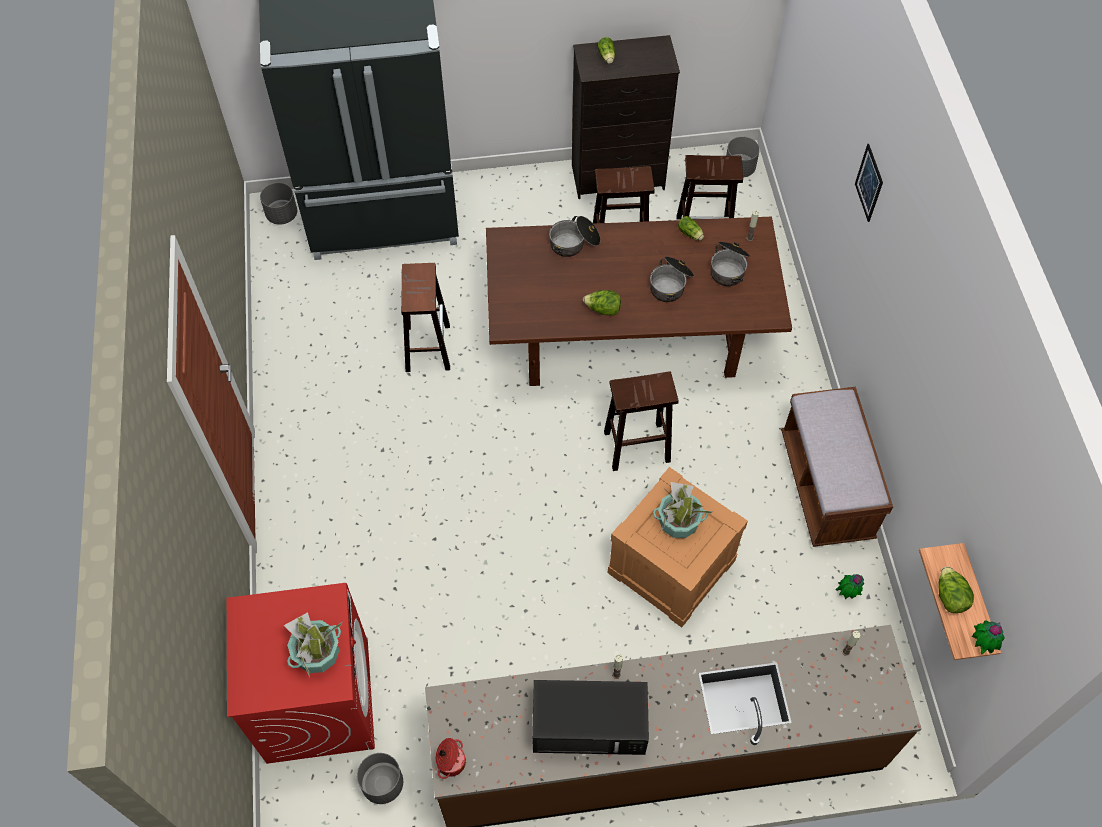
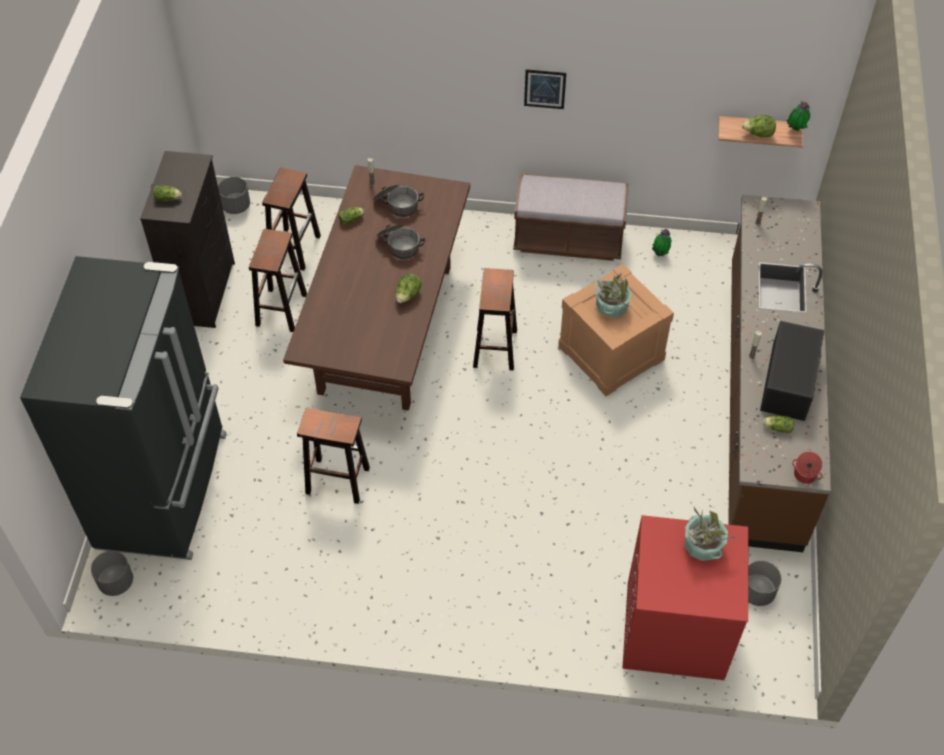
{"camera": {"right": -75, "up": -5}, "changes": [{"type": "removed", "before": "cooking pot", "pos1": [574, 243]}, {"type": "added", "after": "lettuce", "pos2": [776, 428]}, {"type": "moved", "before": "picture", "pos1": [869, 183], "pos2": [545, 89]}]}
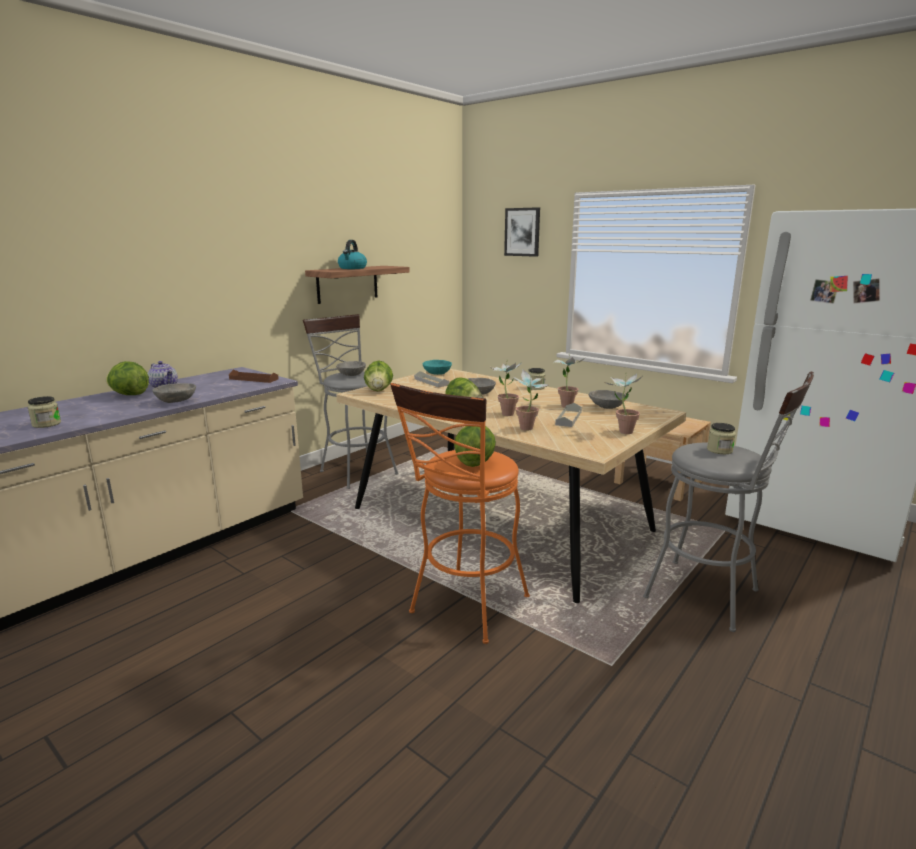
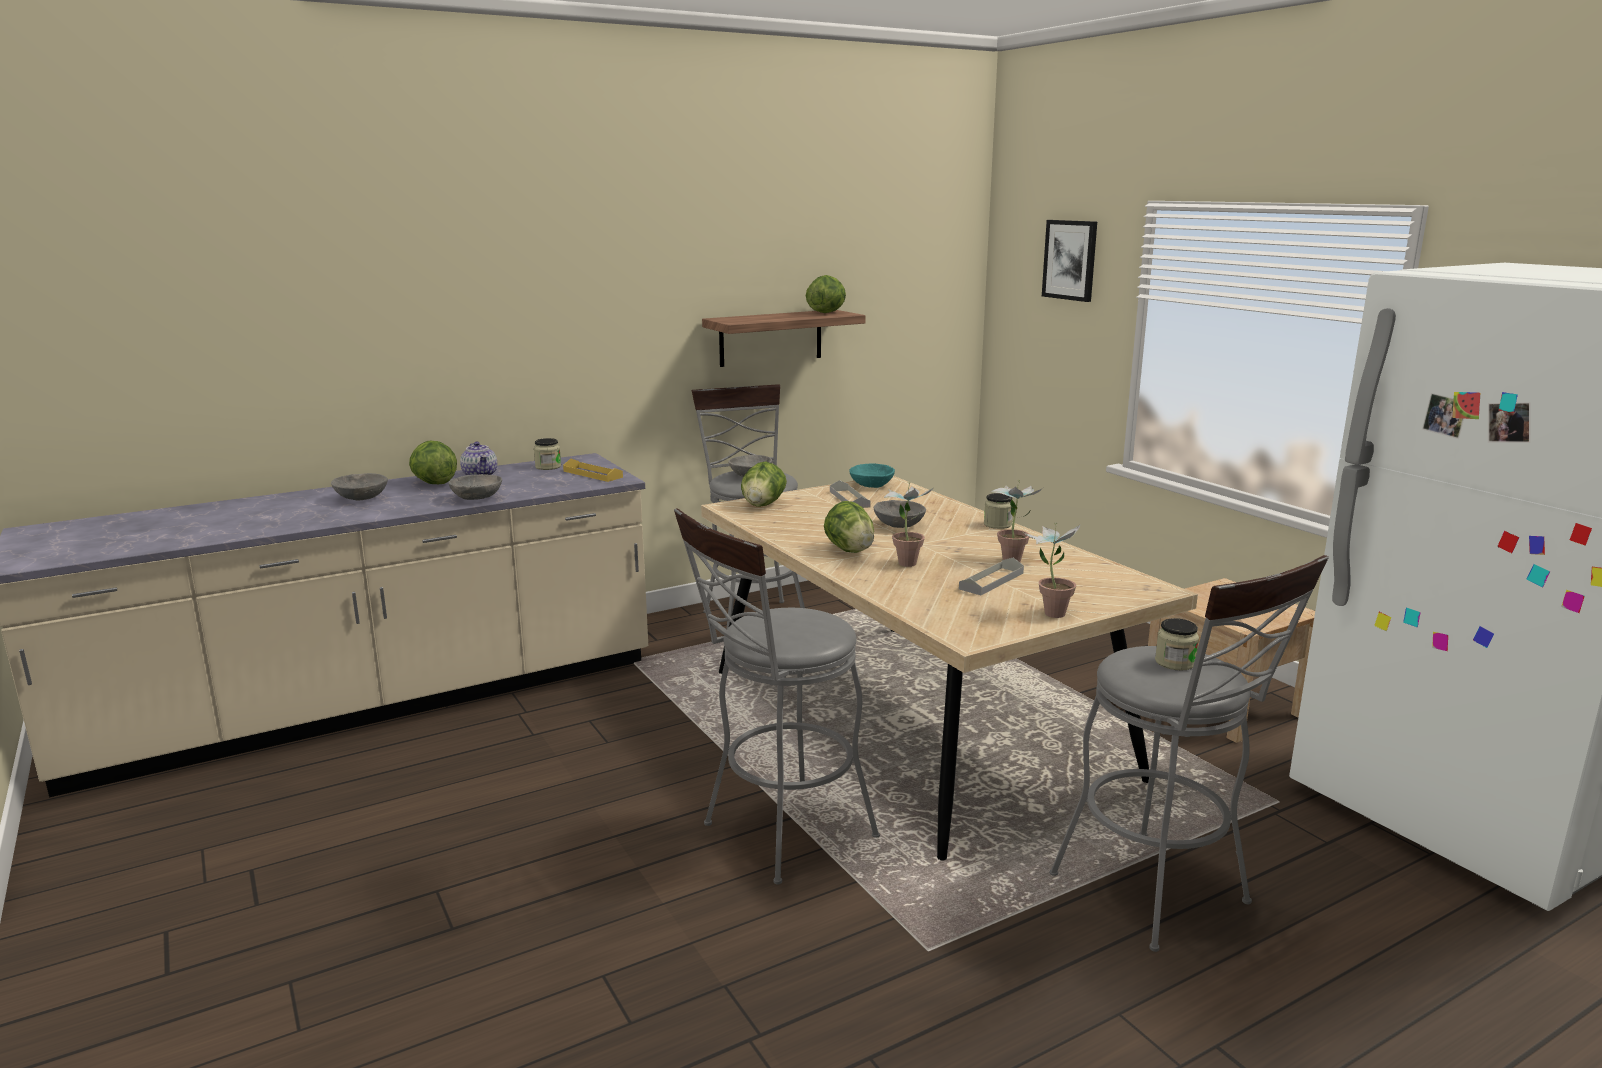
{"camera": {"right": 20, "up": 0}, "changes": [{"type": "removed", "before": "kettle", "pos1": [352, 268]}, {"type": "removed", "before": "potted plant", "pos1": [528, 430]}, {"type": "moved", "before": "jar", "pos1": [46, 424], "pos2": [548, 467]}, {"type": "moved", "before": "lettuce", "pos1": [474, 462], "pos2": [826, 312]}, {"type": "moved", "before": "grey bowl", "pos1": [605, 407], "pos2": [360, 498]}, {"type": "recoloured", "before": "brown tray", "after": "yellow tray", "pos1": [253, 379], "pos2": [593, 474]}, {"type": "recoloured", "before": "orange stool", "after": "grey stool", "pos1": [465, 609], "pos2": [779, 835]}]}
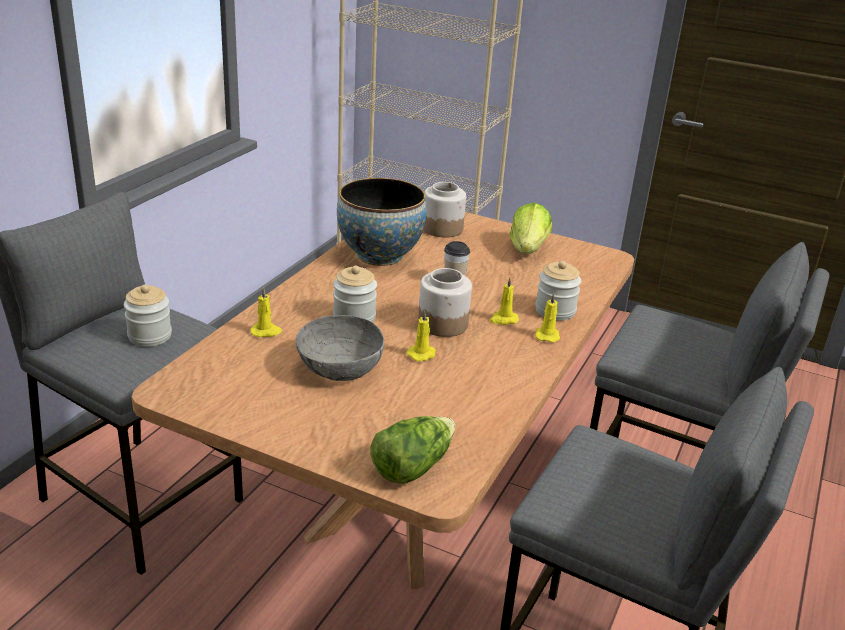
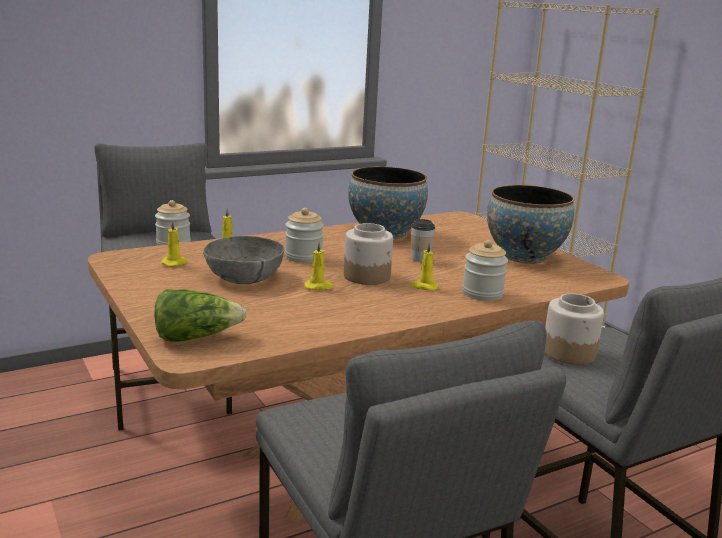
{"camera": {"right": 35, "up": -10}, "changes": [{"type": "moved", "before": "jar", "pos1": [442, 228], "pos2": [569, 352]}, {"type": "moved", "before": "yellow candle", "pos1": [547, 335], "pos2": [175, 263]}, {"type": "replaced", "before": "lettuce", "after": "bowl", "pos1": [528, 249], "pos2": [524, 256]}]}
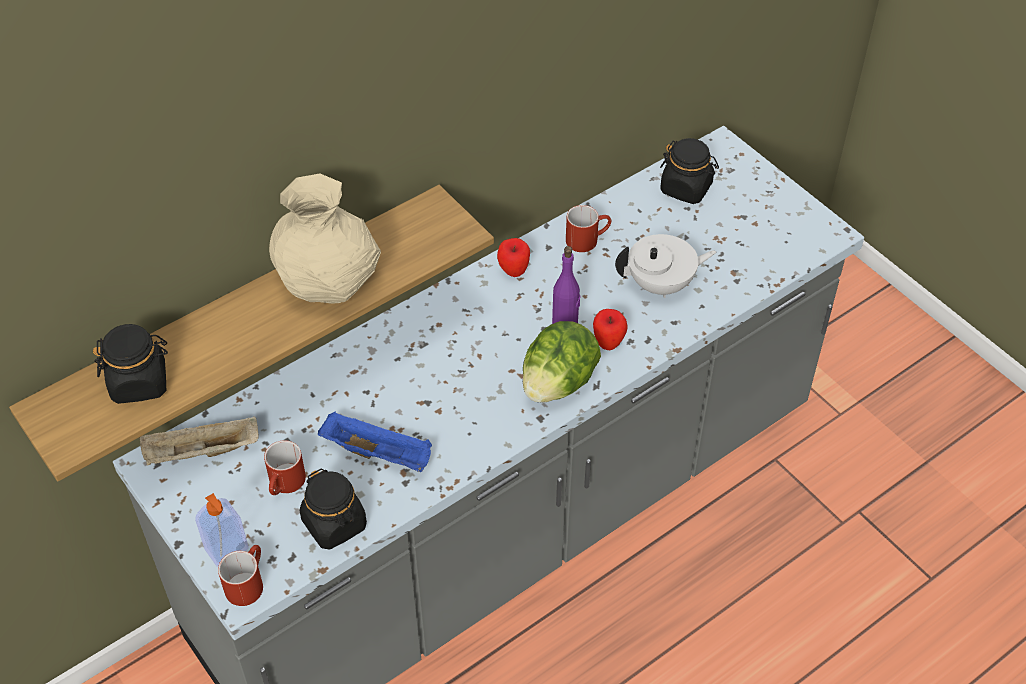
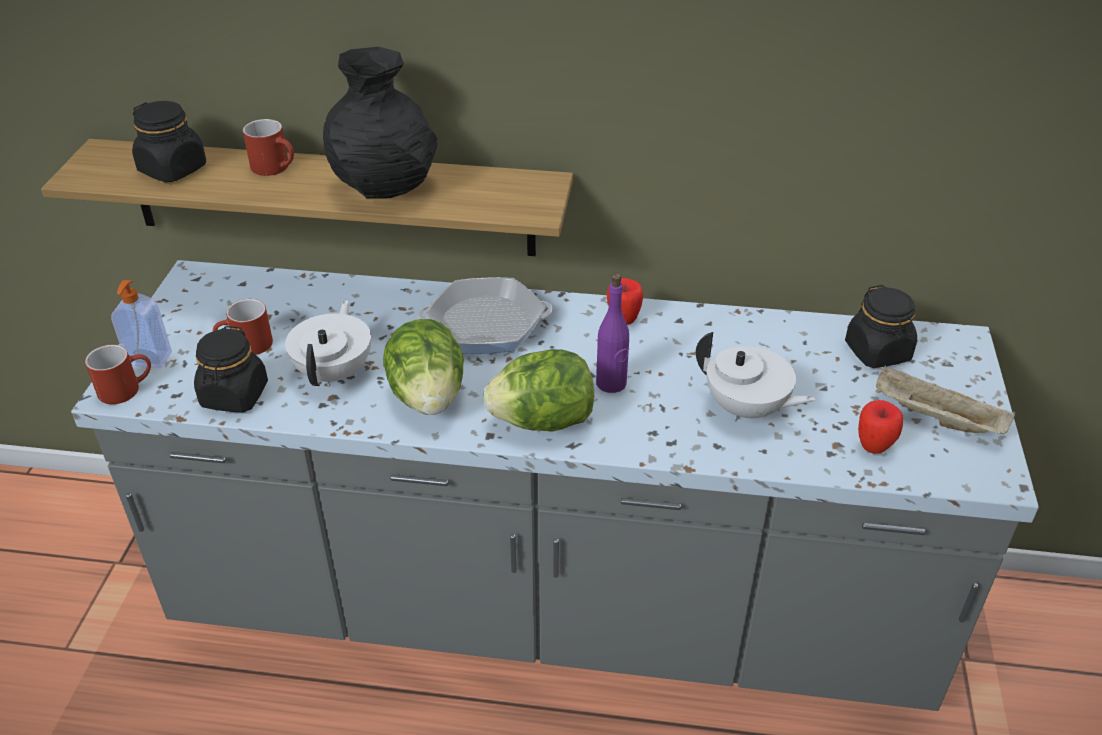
{"camera": {"right": 45, "up": -10}, "changes": [{"type": "added", "after": "lettuce", "pos2": [428, 396]}, {"type": "added", "after": "frying pan", "pos2": [486, 324]}, {"type": "moved", "before": "beige tray", "pos1": [201, 453], "pos2": [934, 418]}, {"type": "moved", "before": "red mug", "pos1": [587, 239], "pos2": [276, 168]}, {"type": "moved", "before": "apple", "pos1": [608, 343], "pos2": [874, 446]}, {"type": "replaced", "before": "blue tray", "after": "white teapot", "pos1": [379, 453], "pos2": [335, 372]}, {"type": "recoloured", "before": "beige vase", "after": "black vase", "pos1": [329, 284], "pos2": [385, 186]}]}
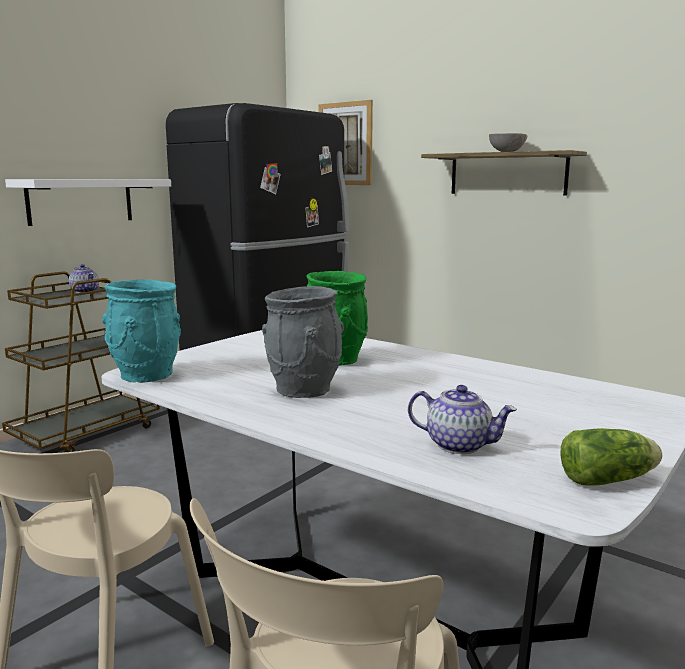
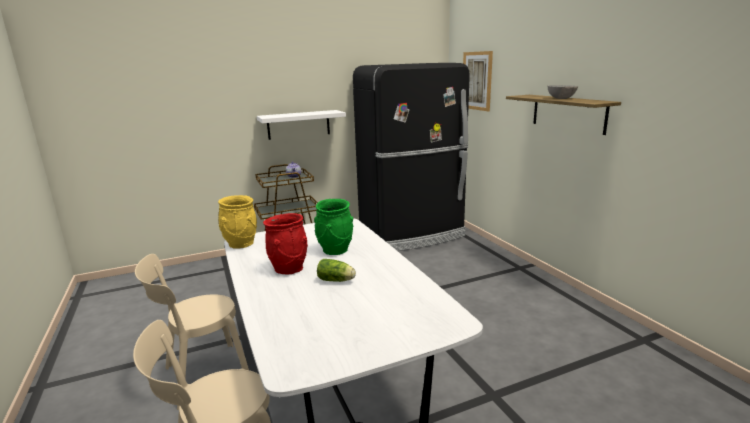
{"camera": {"right": 30, "up": 5}, "changes": [{"type": "removed", "before": "teapot", "pos1": [459, 445]}, {"type": "moved", "before": "lettuce", "pos1": [610, 480], "pos2": [337, 280]}, {"type": "recoloured", "before": "turquoise vase", "after": "yellow vase", "pos1": [145, 376], "pos2": [240, 244]}, {"type": "recoloured", "before": "grey vase", "after": "red vase", "pos1": [304, 390], "pos2": [289, 268]}]}
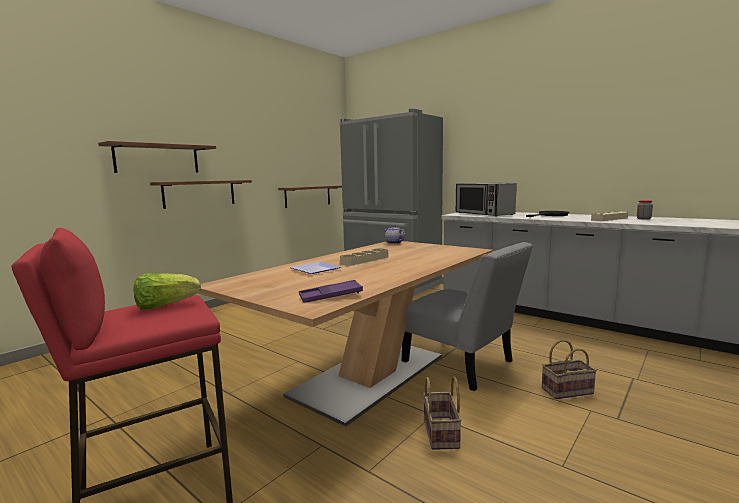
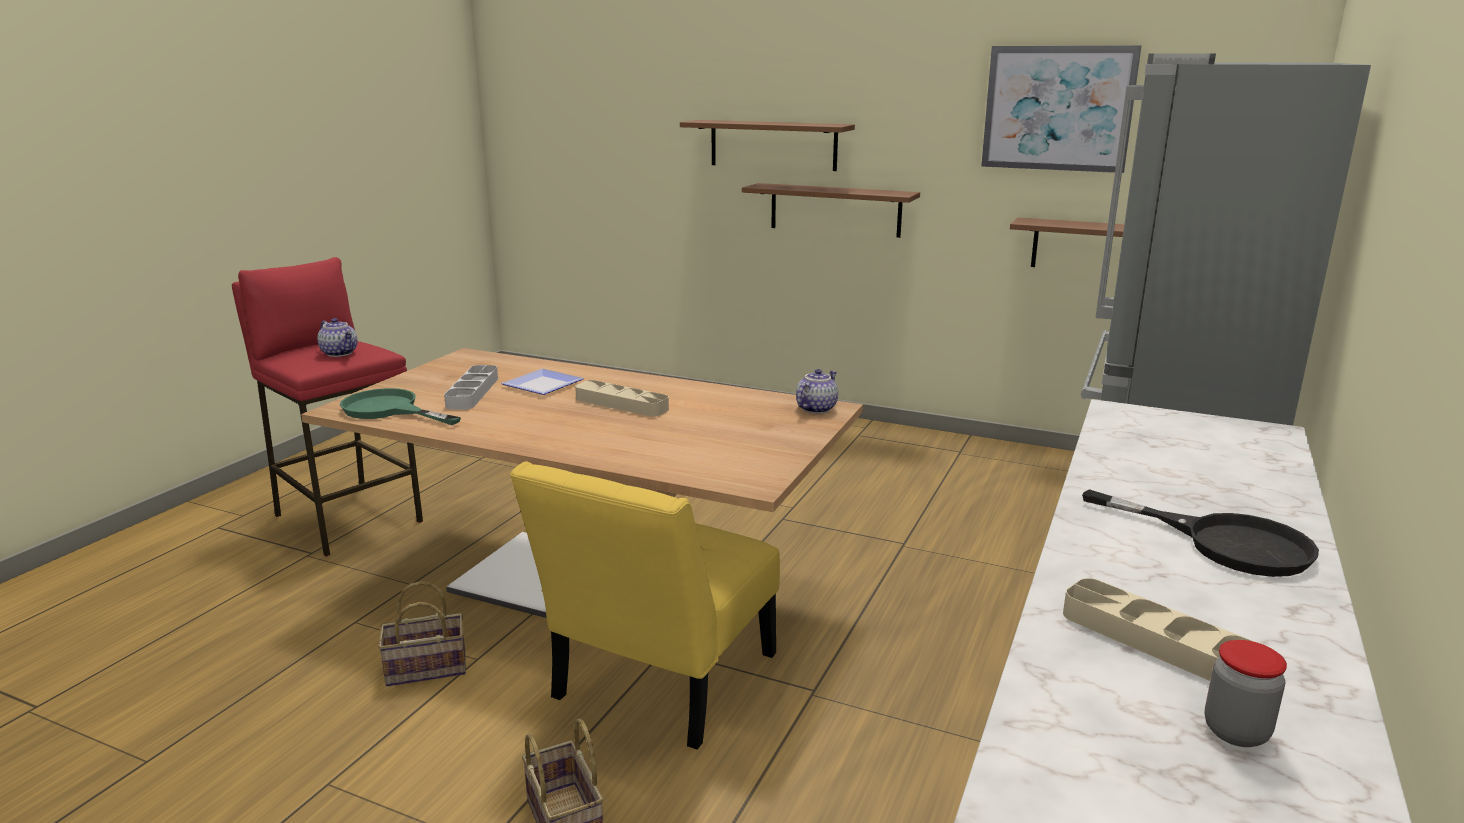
{"camera": {"right": 75, "up": 10}, "changes": [{"type": "removed", "before": "microwave", "pos1": [484, 214]}, {"type": "added", "after": "grey tray", "pos2": [472, 392]}, {"type": "added", "after": "picture", "pos2": [1057, 108]}, {"type": "replaced", "before": "lettuce", "after": "teapot", "pos1": [165, 306], "pos2": [340, 353]}, {"type": "replaced", "before": "purple tray", "after": "green frying pan", "pos1": [330, 296], "pos2": [389, 410]}, {"type": "recoloured", "before": "grey chair", "after": "yellow chair", "pos1": [463, 365], "pos2": [659, 683]}]}
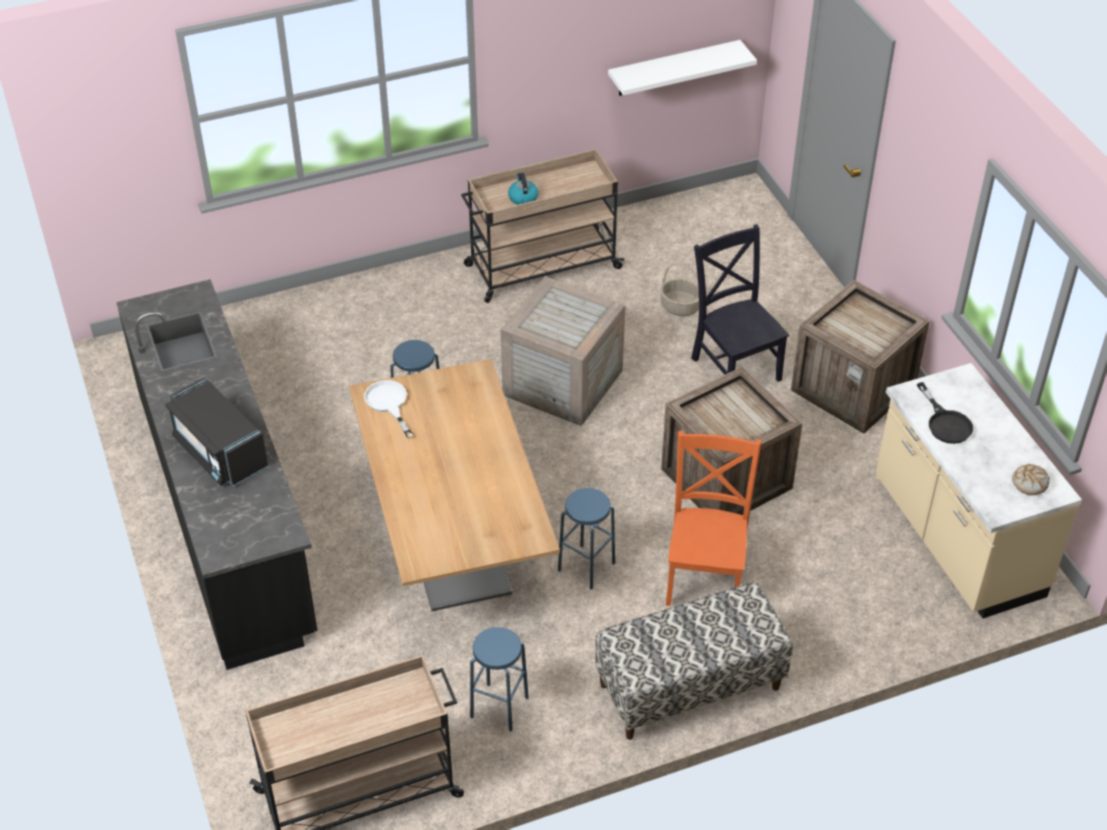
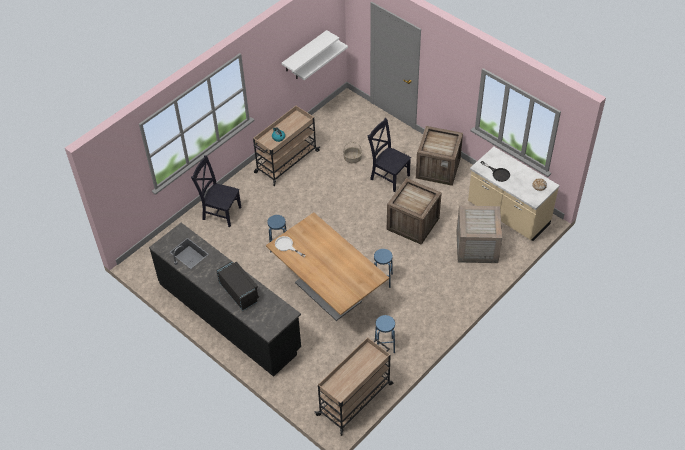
{"camera": {"right": -25, "up": 5}, "changes": [{"type": "removed", "before": "bench", "pos1": [689, 687]}, {"type": "removed", "before": "orange chair", "pos1": [706, 575]}, {"type": "added", "after": "black chair", "pos2": [220, 212]}, {"type": "added", "after": "white shelf", "pos2": [304, 51]}, {"type": "moved", "before": "crate", "pos1": [563, 384], "pos2": [477, 247]}, {"type": "turned", "before": "black microwave", "pos1": [219, 451], "pos2": [239, 292], "turn": -150}]}
